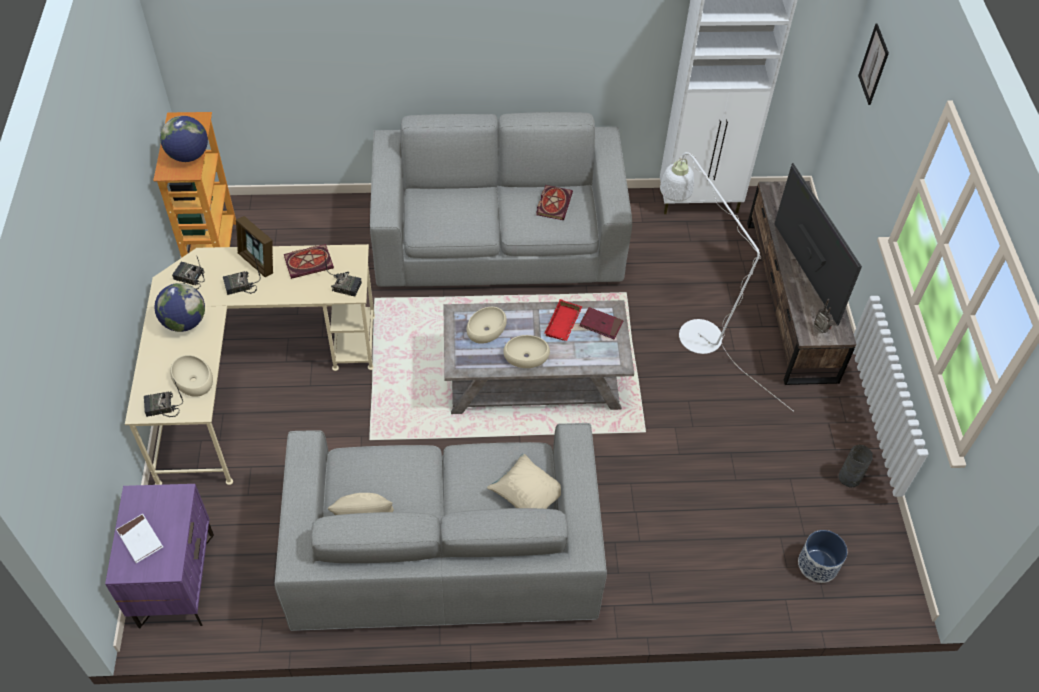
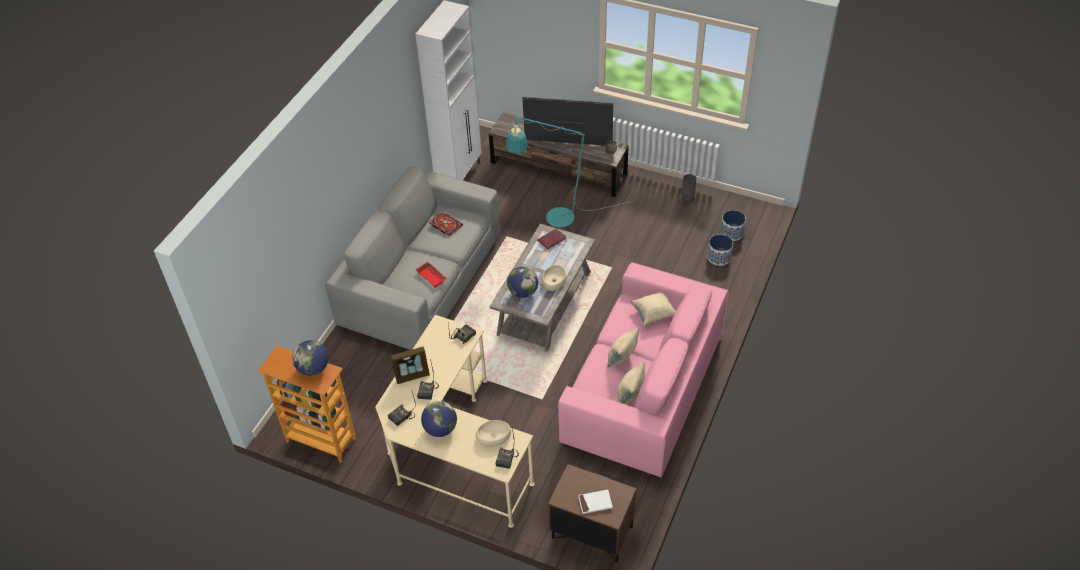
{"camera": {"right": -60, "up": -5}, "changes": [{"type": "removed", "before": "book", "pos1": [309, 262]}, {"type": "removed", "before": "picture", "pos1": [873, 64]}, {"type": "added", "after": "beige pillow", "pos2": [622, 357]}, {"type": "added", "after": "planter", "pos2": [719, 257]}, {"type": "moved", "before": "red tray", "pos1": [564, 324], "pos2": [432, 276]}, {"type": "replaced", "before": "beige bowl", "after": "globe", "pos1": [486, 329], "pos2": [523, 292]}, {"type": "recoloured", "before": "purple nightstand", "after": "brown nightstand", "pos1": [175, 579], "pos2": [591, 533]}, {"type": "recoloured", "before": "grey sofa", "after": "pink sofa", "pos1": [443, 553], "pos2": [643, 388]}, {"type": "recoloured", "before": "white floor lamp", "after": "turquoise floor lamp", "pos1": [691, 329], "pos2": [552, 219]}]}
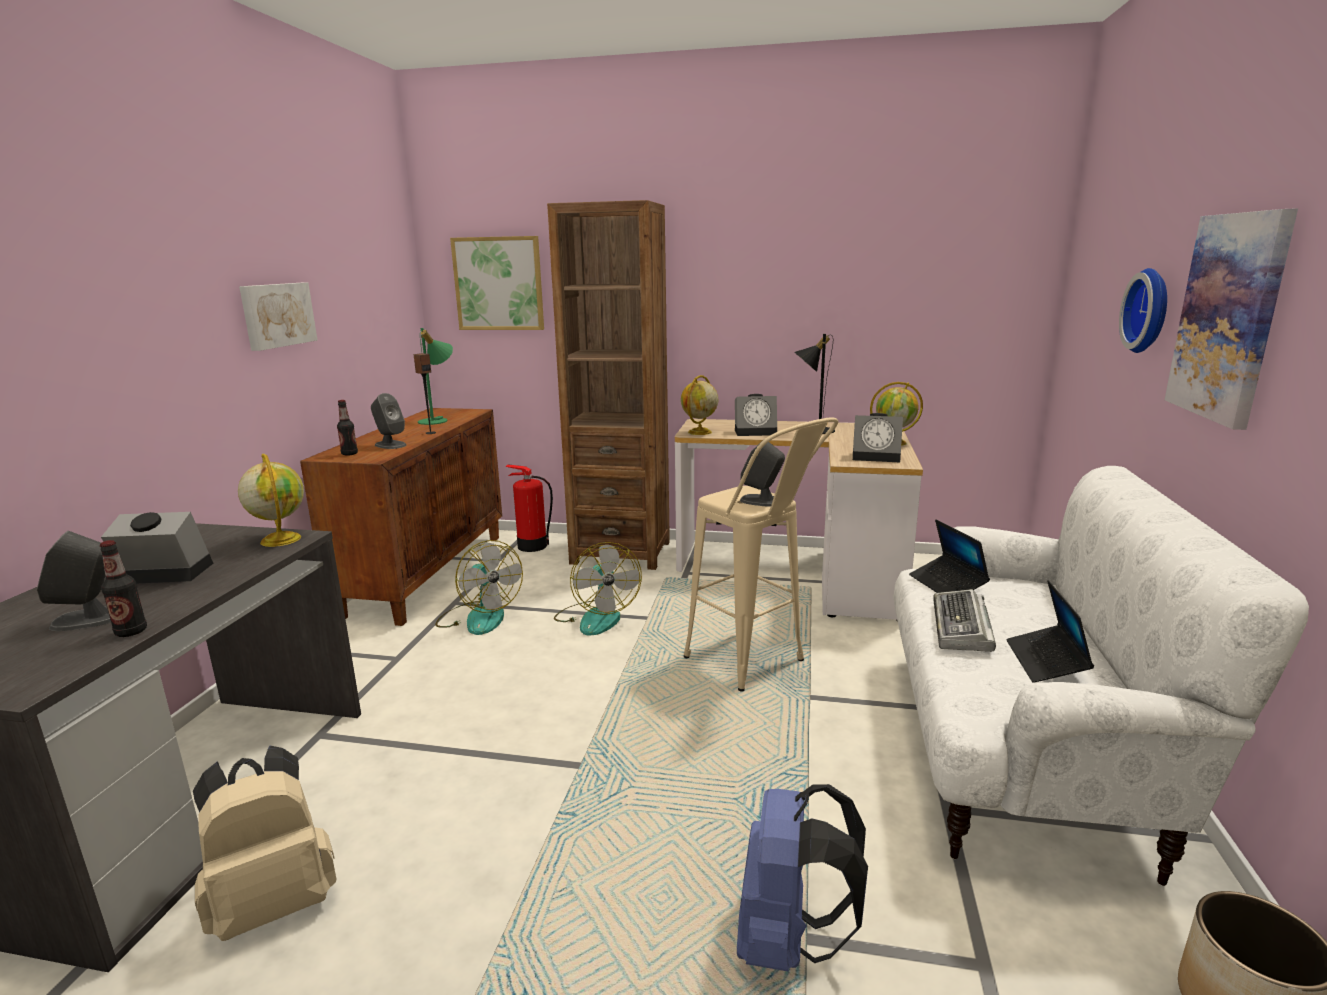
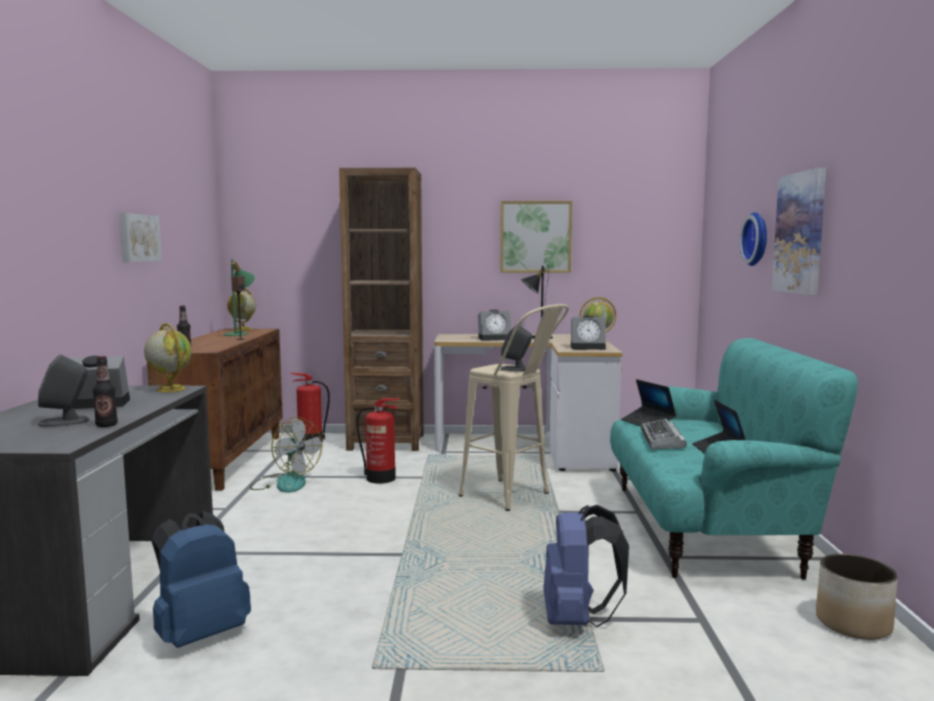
{"camera": {"right": -10, "up": -10}, "changes": [{"type": "removed", "before": "grey speaker", "pos1": [390, 445]}, {"type": "moved", "before": "picture", "pos1": [499, 284], "pos2": [535, 237]}, {"type": "moved", "before": "globe", "pos1": [699, 432], "pos2": [243, 330]}, {"type": "replaced", "before": "fan", "after": "fire extinguisher", "pos1": [596, 617], "pos2": [381, 478]}, {"type": "recoloured", "before": "beige backpack", "after": "blue backpack", "pos1": [275, 902], "pos2": [200, 634]}, {"type": "recoloured", "before": "white sofa", "after": "turquoise sofa", "pos1": [1018, 750], "pos2": [706, 528]}]}
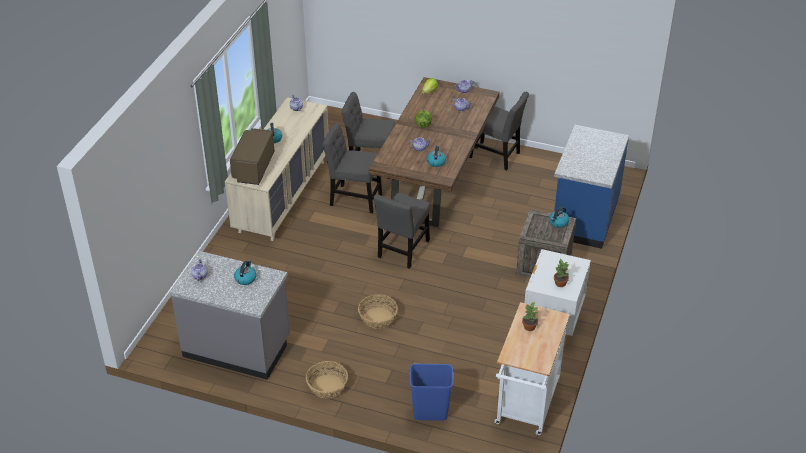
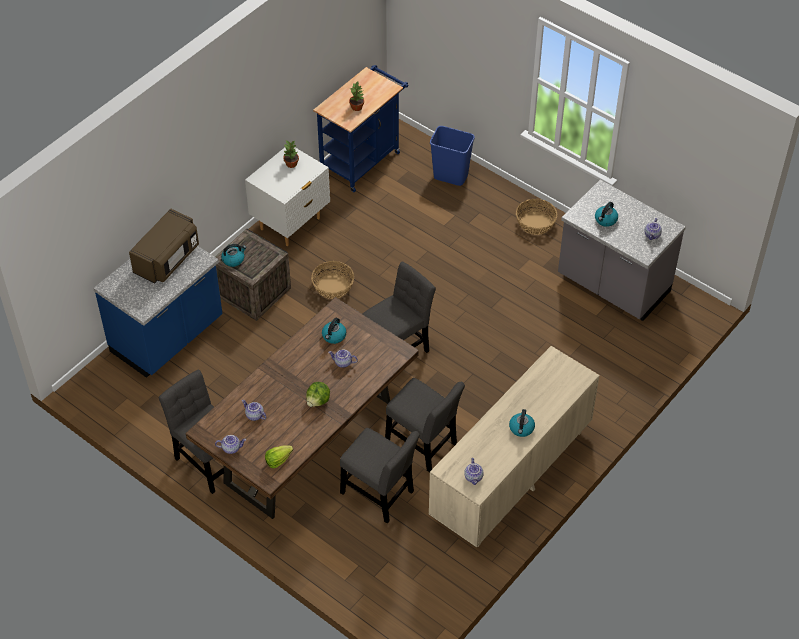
{"camera": {"right": -160, "up": 10}, "changes": [{"type": "moved", "before": "brown microwave", "pos1": [253, 167], "pos2": [167, 259]}, {"type": "moved", "before": "basket", "pos1": [377, 318], "pos2": [333, 287]}, {"type": "recoloured", "before": "white cart", "after": "blue cart", "pos1": [526, 406], "pos2": [363, 159]}]}
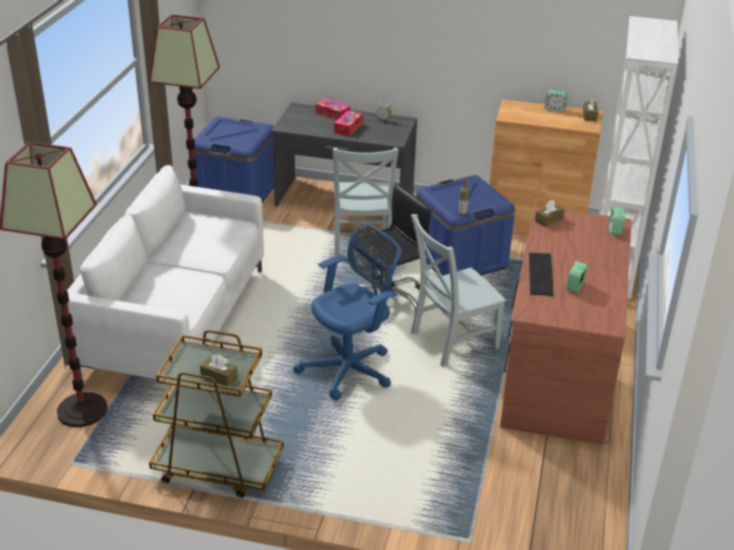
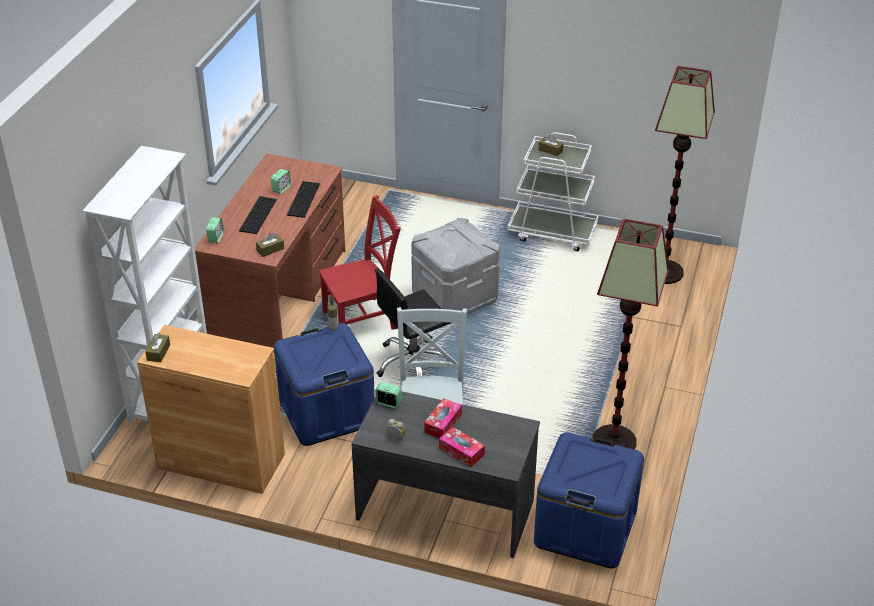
{"camera": {"right": -175, "up": 5}, "changes": [{"type": "removed", "before": "white sofa", "pos1": [176, 322]}, {"type": "added", "after": "keyboard", "pos2": [257, 214]}, {"type": "moved", "before": "alarm clock", "pos1": [555, 109], "pos2": [388, 403]}, {"type": "replaced", "before": "blue office chair", "after": "grey storage box", "pos1": [350, 369], "pos2": [454, 297]}, {"type": "recoloured", "before": "brown cart", "after": "white cart", "pos1": [217, 467], "pos2": [552, 232]}, {"type": "recoloured", "before": "grey chair", "after": "red chair", "pos1": [451, 341], "pos2": [363, 319]}]}
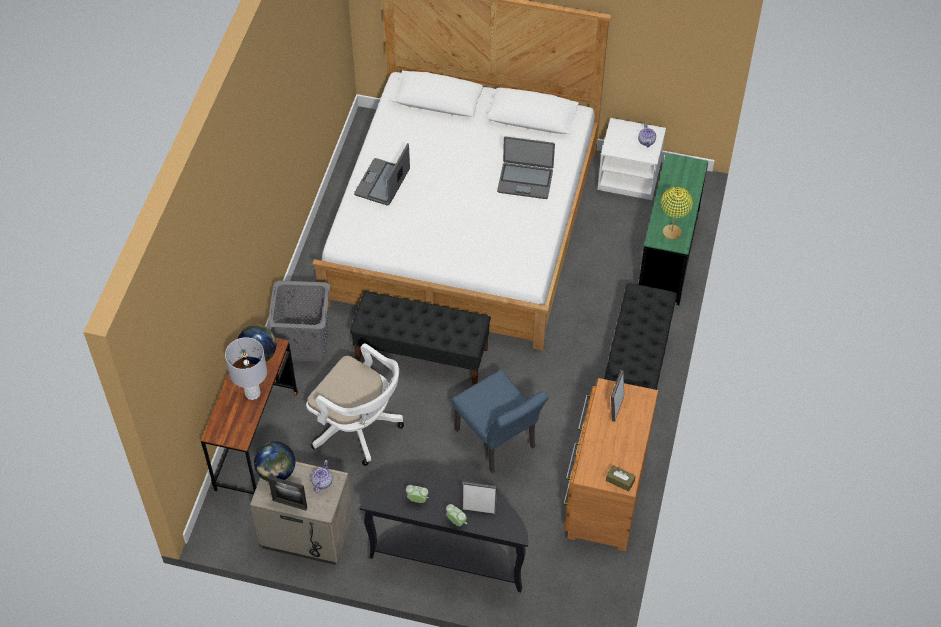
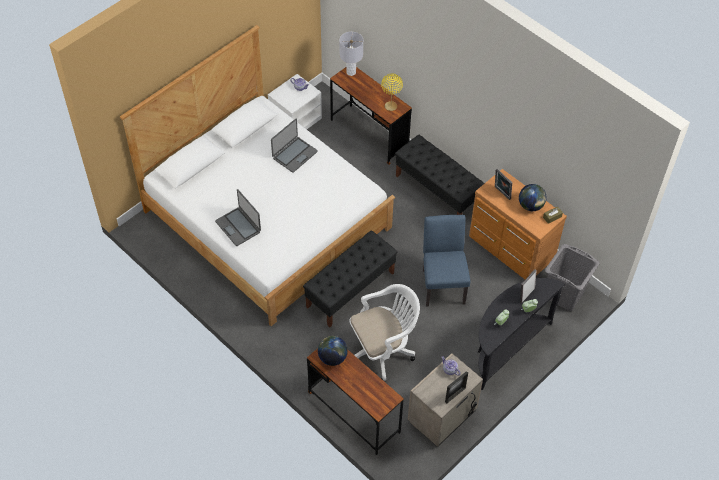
{"camera": {"right": -60, "up": 0}, "changes": [{"type": "moved", "before": "grey table lamp", "pos1": [252, 393], "pos2": [351, 72]}, {"type": "moved", "before": "globe", "pos1": [276, 472], "pos2": [530, 206]}, {"type": "moved", "before": "grey laundry basket", "pos1": [305, 344], "pos2": [564, 294]}, {"type": "recoloured", "before": "green desk", "after": "brown desk", "pos1": [667, 258], "pos2": [369, 134]}, {"type": "turned", "before": "blue chair", "pos1": [499, 442], "pos2": [442, 283], "turn": -90}]}
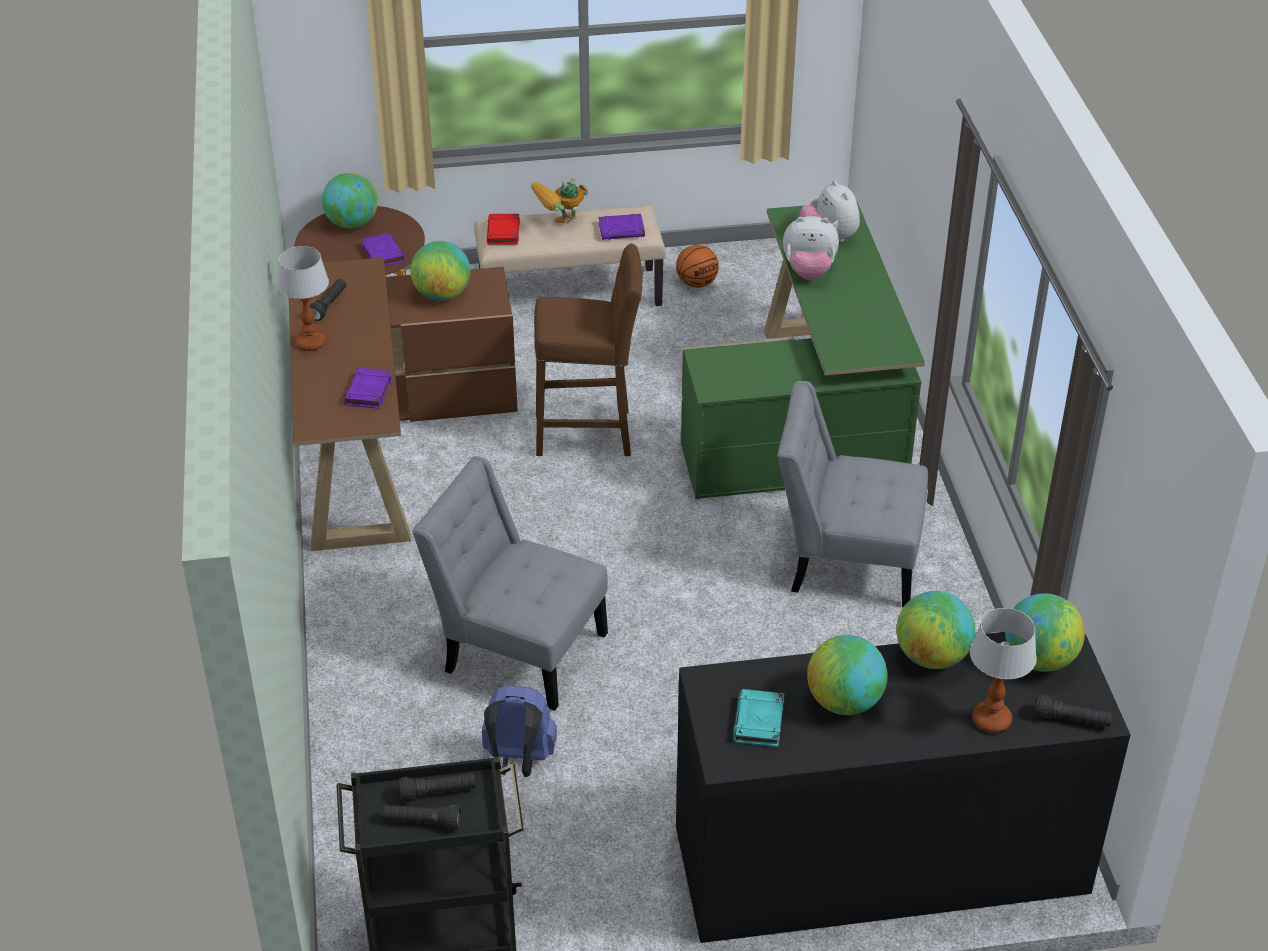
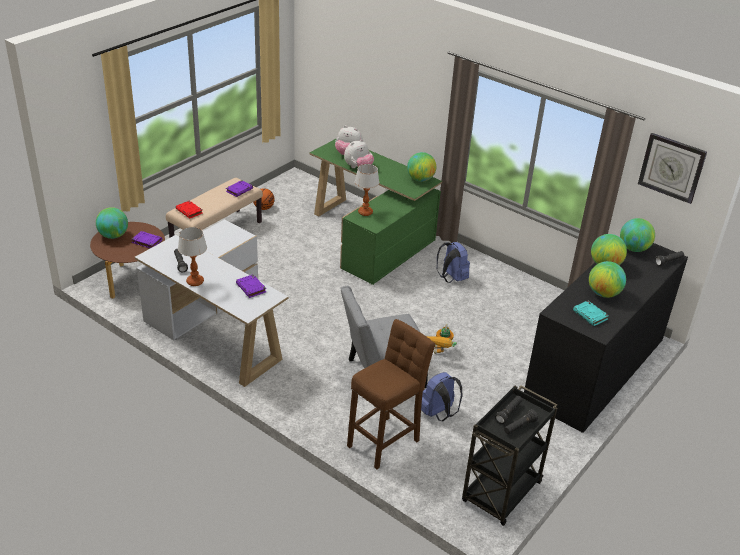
{"camera": {"right": -45, "up": -5}, "changes": [{"type": "added", "after": "wall clock", "pos2": [672, 167]}, {"type": "moved", "before": "globe", "pos1": [442, 295], "pos2": [420, 179]}, {"type": "moved", "before": "toy robot", "pos1": [560, 226], "pos2": [440, 354]}, {"type": "moved", "before": "brown stool", "pos1": [590, 434], "pos2": [386, 441]}, {"type": "moved", "before": "table lamp", "pos1": [992, 720], "pos2": [365, 212]}, {"type": "replaced", "before": "grey chair", "after": "blue backpack", "pos1": [846, 559], "pos2": [451, 278]}, {"type": "recoloured", "before": "brown desk", "after": "white desk", "pos1": [385, 441], "pos2": [216, 327]}]}
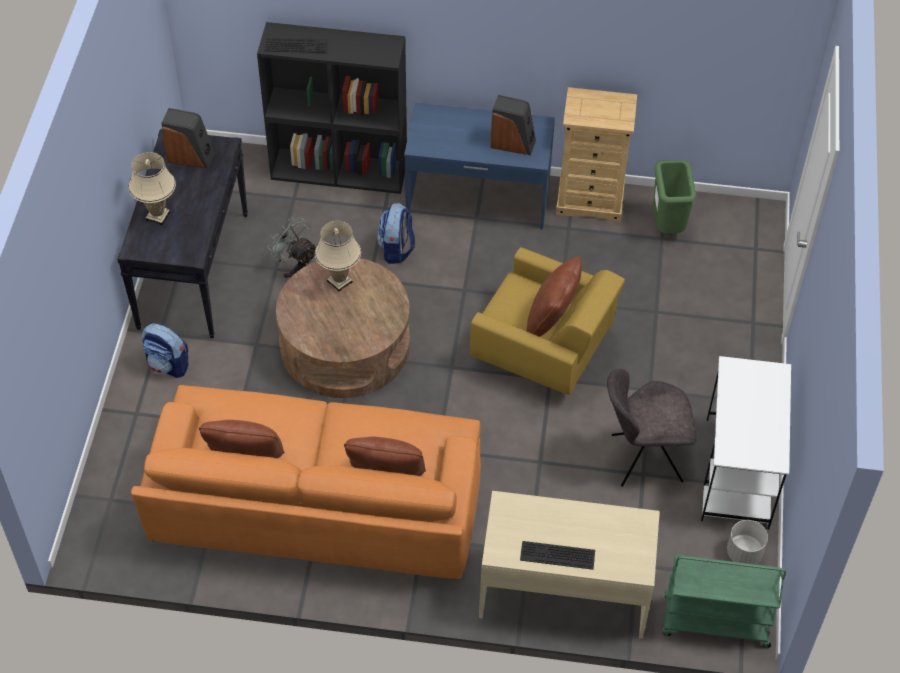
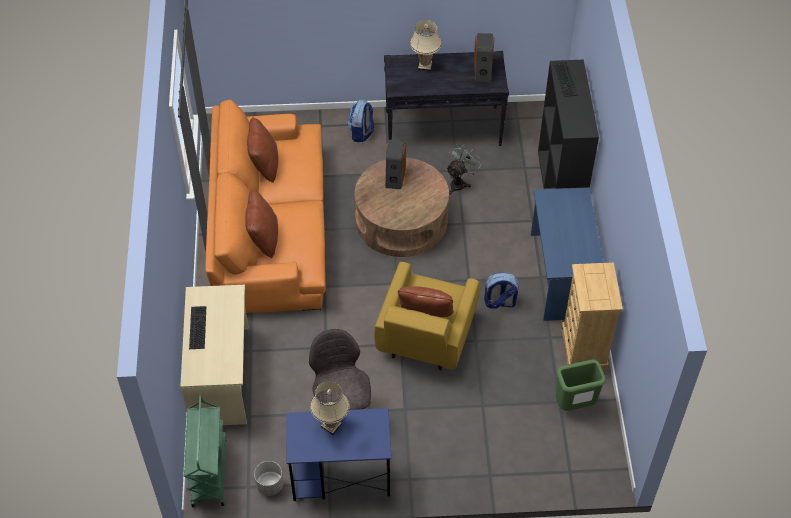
{"camera": {"right": 80, "up": 0}, "changes": [{"type": "moved", "before": "beige table lamp", "pos1": [339, 281], "pos2": [331, 425]}, {"type": "moved", "before": "backpack", "pos1": [396, 249], "pos2": [499, 302]}, {"type": "moved", "before": "speaker", "pos1": [512, 143], "pos2": [395, 176]}, {"type": "recoloured", "before": "white desk", "after": "blue desk", "pos1": [737, 473], "pos2": [340, 475]}]}
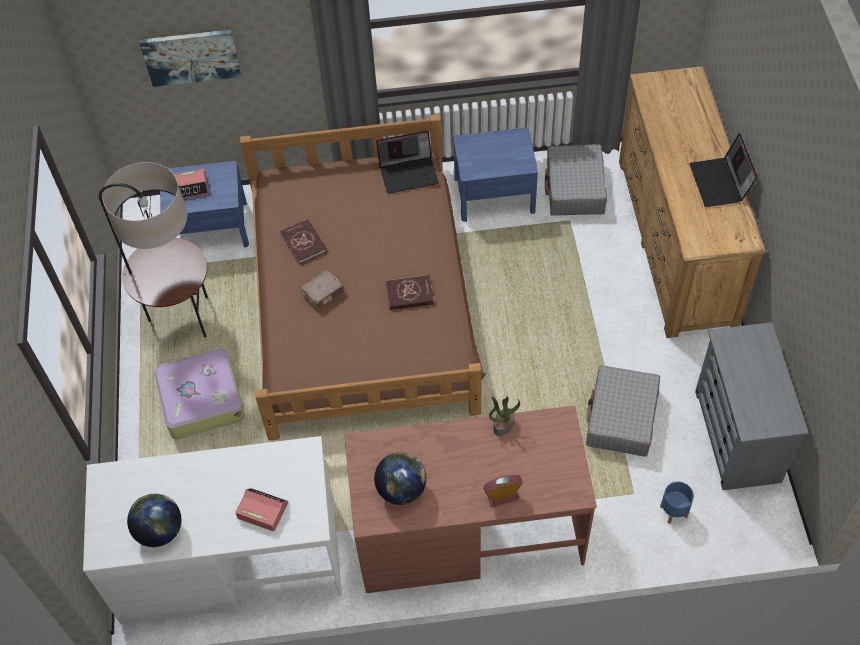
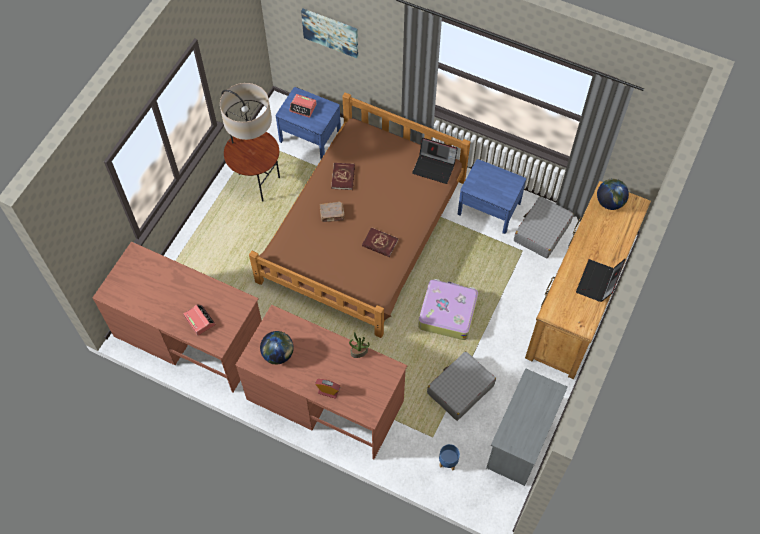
{"camera": {"right": 30, "up": 5}, "changes": [{"type": "moved", "before": "globe", "pos1": [160, 531], "pos2": [609, 202]}, {"type": "moved", "before": "suitcase", "pos1": [201, 400], "pos2": [447, 313]}, {"type": "recoloured", "before": "white desk", "after": "brown desk", "pos1": [229, 559], "pos2": [189, 336]}]}
